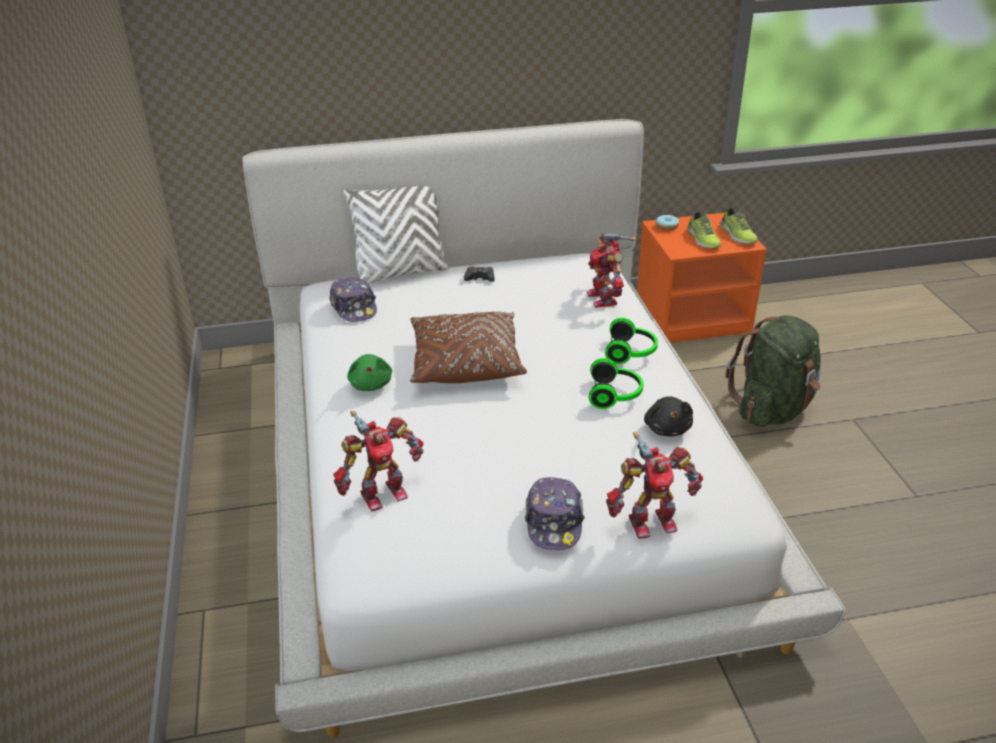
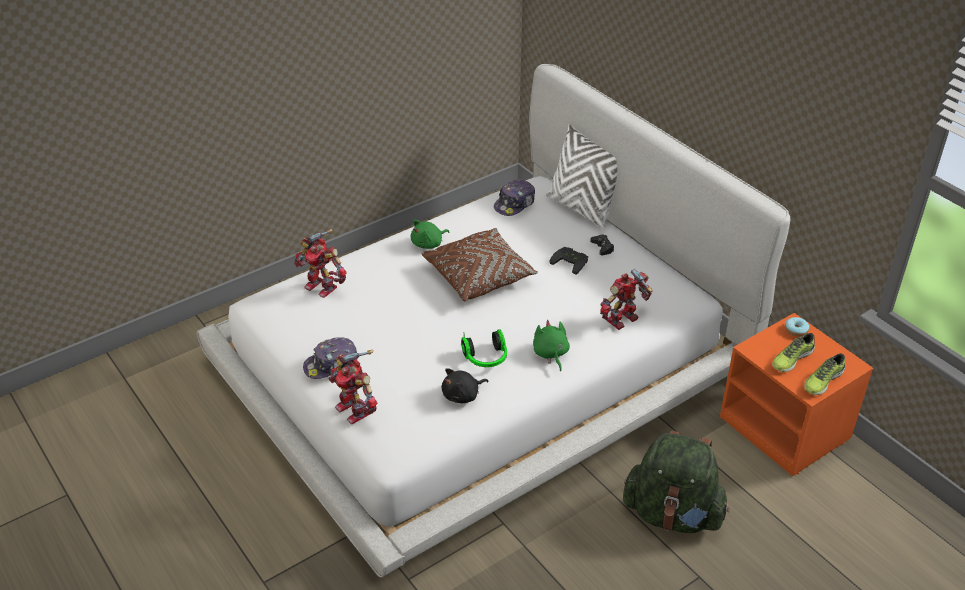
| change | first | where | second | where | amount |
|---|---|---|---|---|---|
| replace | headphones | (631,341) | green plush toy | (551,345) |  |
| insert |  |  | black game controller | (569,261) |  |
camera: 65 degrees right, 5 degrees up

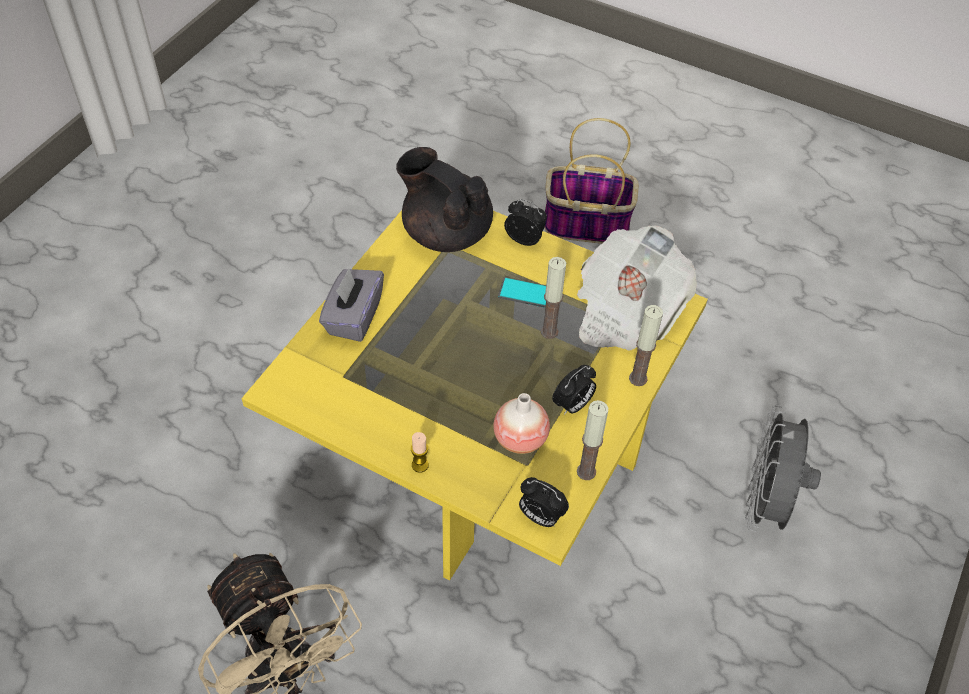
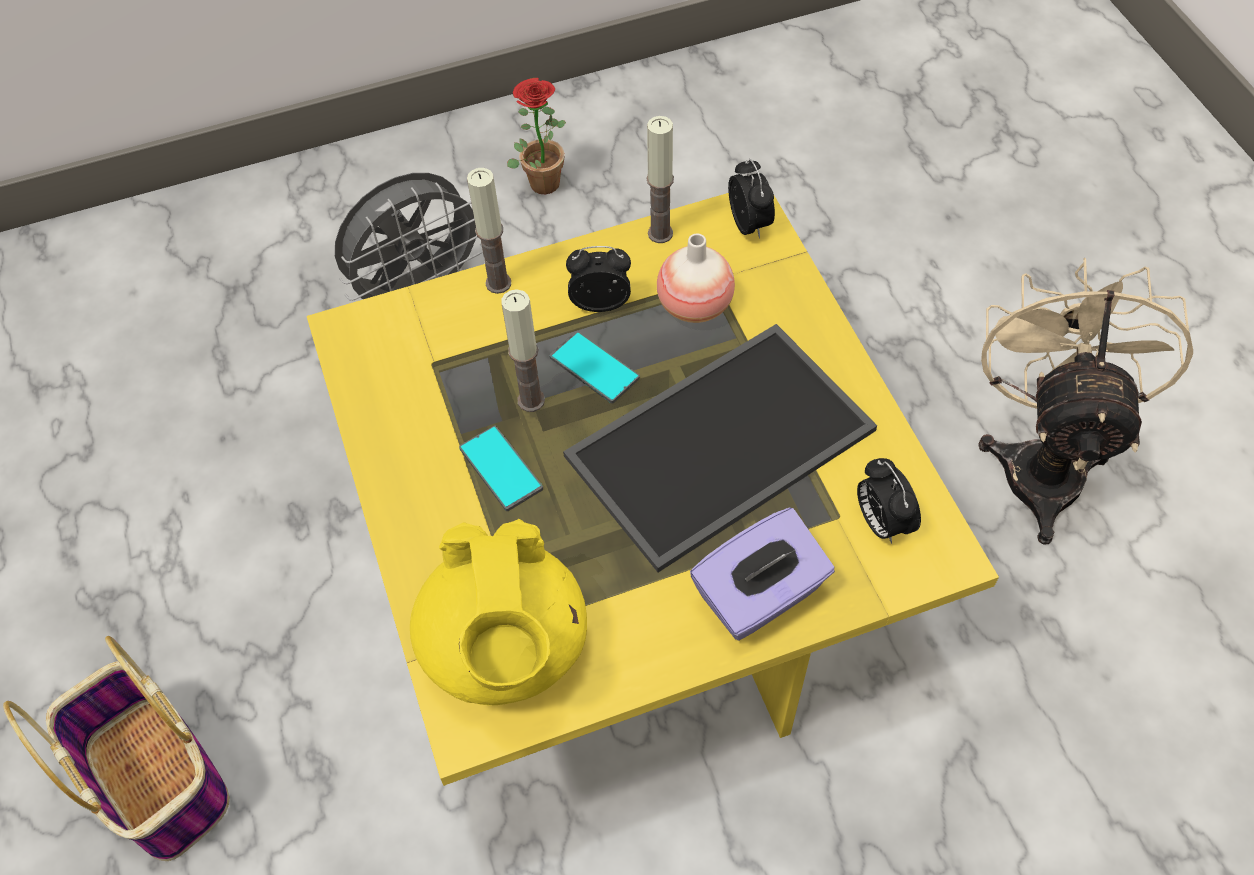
| change | first | where | second | where | amount |
|---|---|---|---|---|---|
| recolor | black teapot | (444,199) | yellow teapot | (498,612) |  |
| move | alarm clock | (525,223) |  | (889,501) |  |
| delete | newspaper | (637,287) |  |  |  |
| recolor | grey tissue box | (351,305) | purple tissue box | (762,574) |  |
| delete | candle | (420,452) |  |  |  |
| insert |  |  | potted plant | (536,136) |  |
| insert |  |  | tray | (720,448) |  |
| insert |  |  | phone | (594,367) |  |
camera: 135 degrees left, 5 degrees up

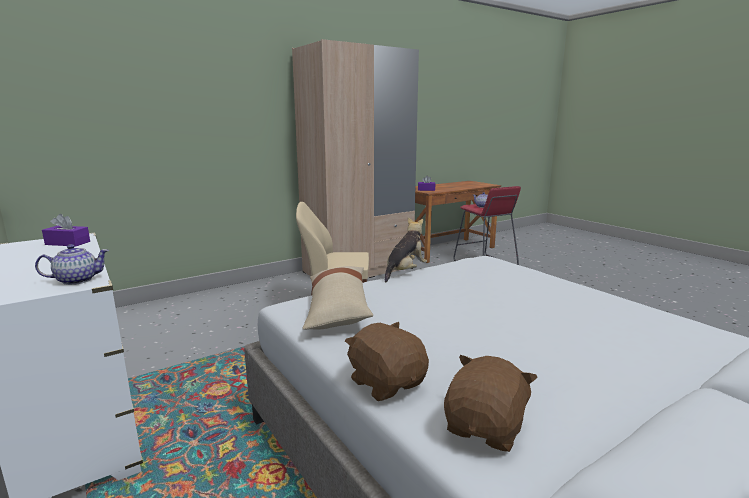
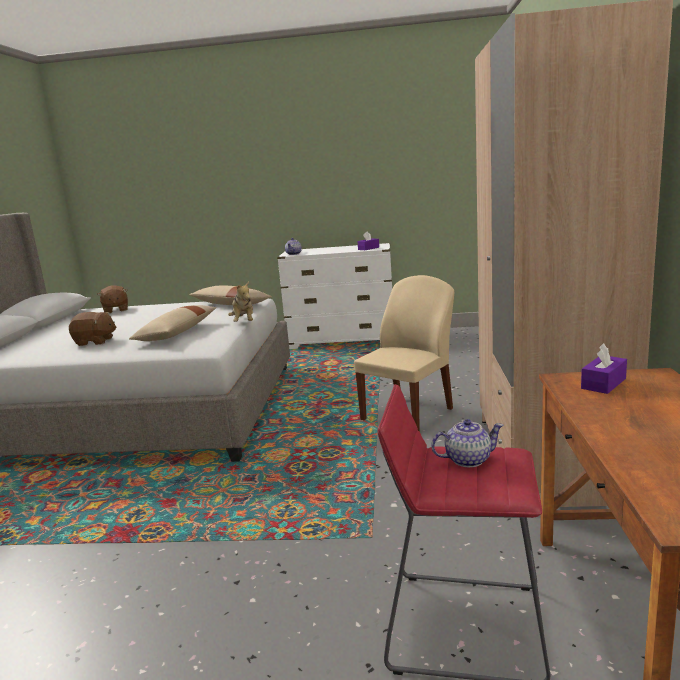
| change | first | where | second | where | amount |
|---|---|---|---|---|---|
| move | brown plush toy | (387,361) |  | (92,329) |  |
| insert |  |  | beige pillow | (172,323) |  |
camera: 130 degrees right, 0 degrees up

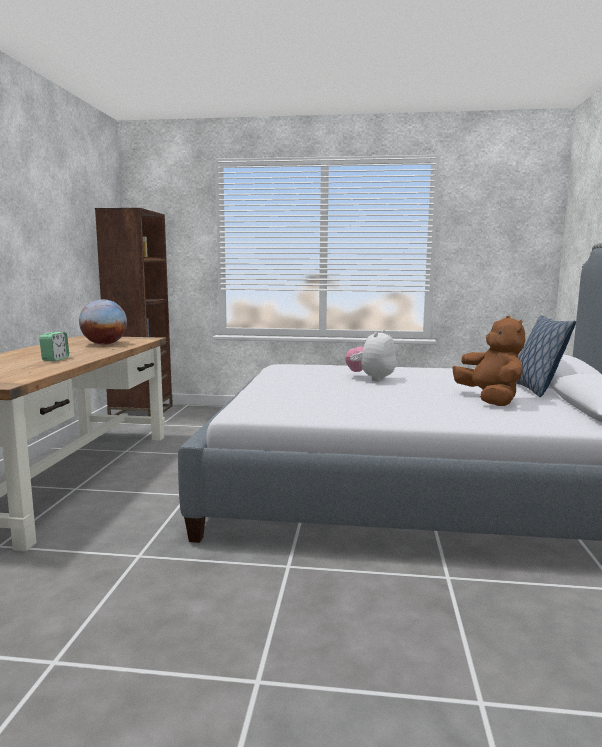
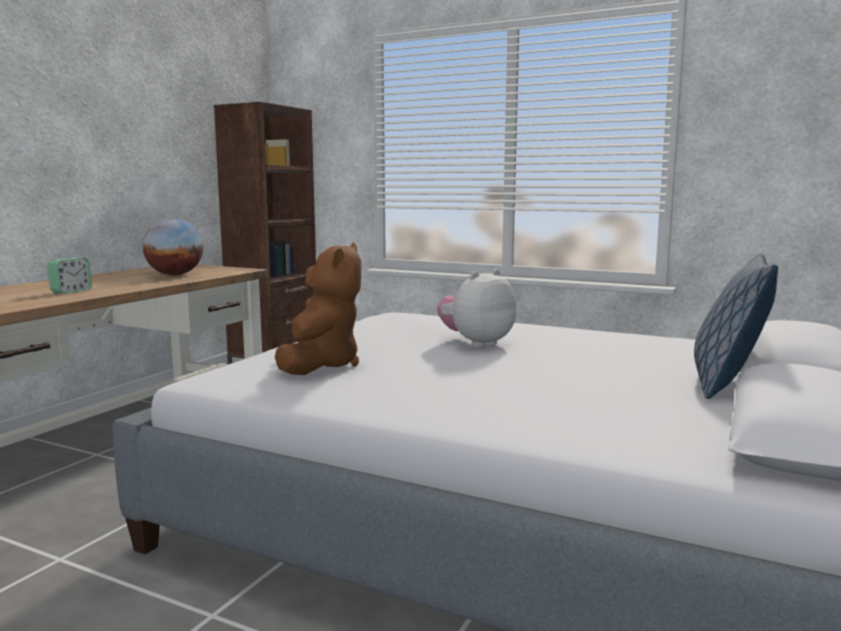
| change | first | where | second | where | amount |
|---|---|---|---|---|---|
| move | brown plush toy | (489,361) |  | (318,309) |  |
camera: 20 degrees right, 0 degrees up

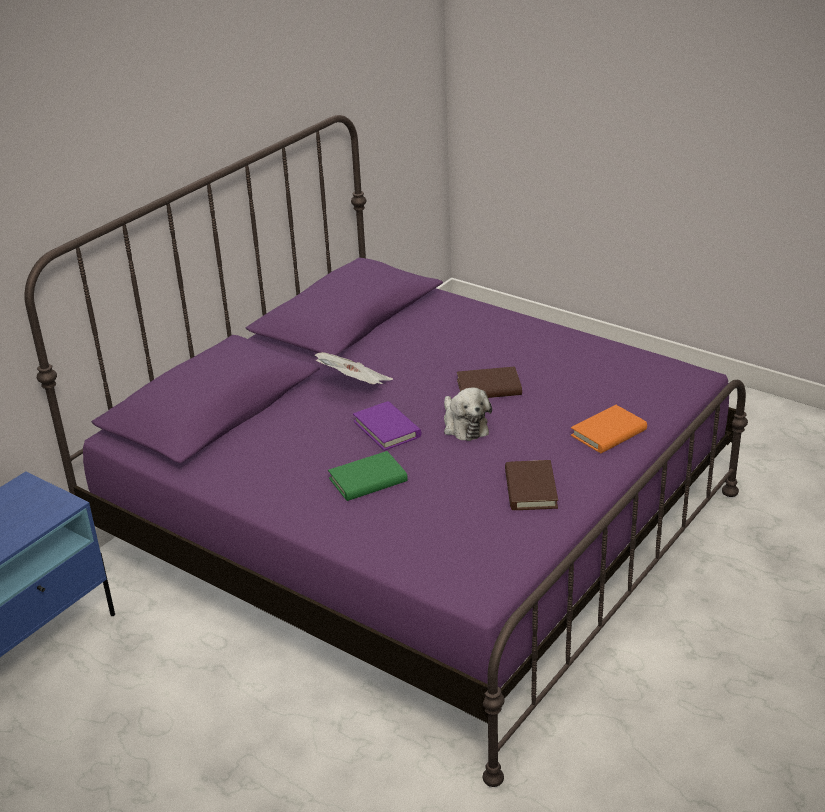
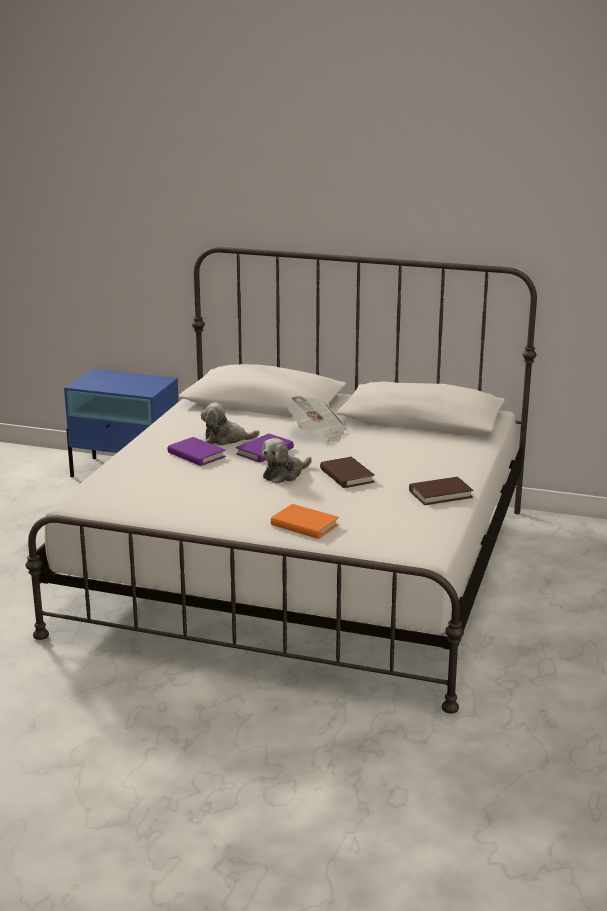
| change | first | where | second | where | amount |
|---|---|---|---|---|---|
| recolor | purple bed | (386,451) | white bed | (281,480) |  |
| recolor | green book | (368,476) | purple book | (197,451) |  |
| move | brown book | (531,485) |  | (441,491) |  |
| insert |  |  | plush toy | (230,424) |  |
camera: 70 degrees right, 10 degrees down

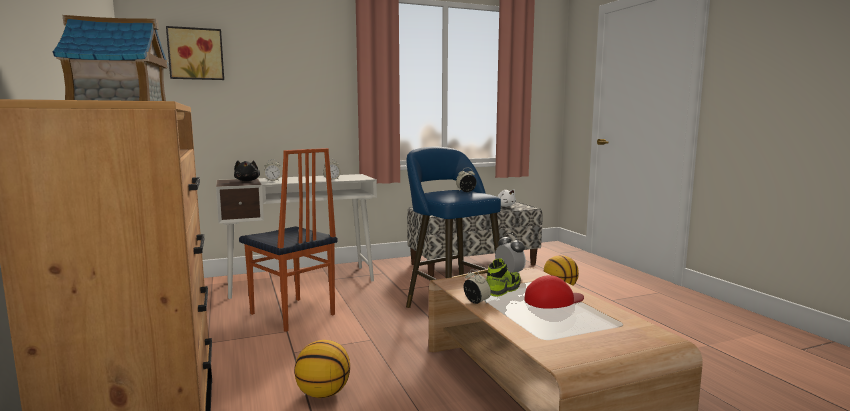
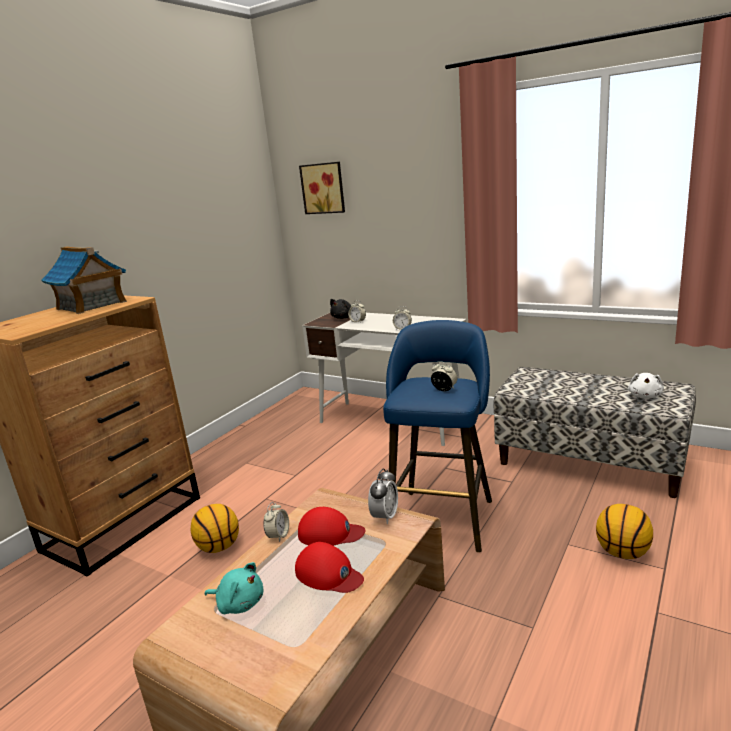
| change | first | where | second | where | amount |
|---|---|---|---|---|---|
| delete | chair | (288,240) |  |  |  |
| replace | shoe | (503,277) | red cap | (332,526) |  |
| insert |  |  | turquoise plush toy | (233,588) |  |
camera: 55 degrees right, 10 degrees up

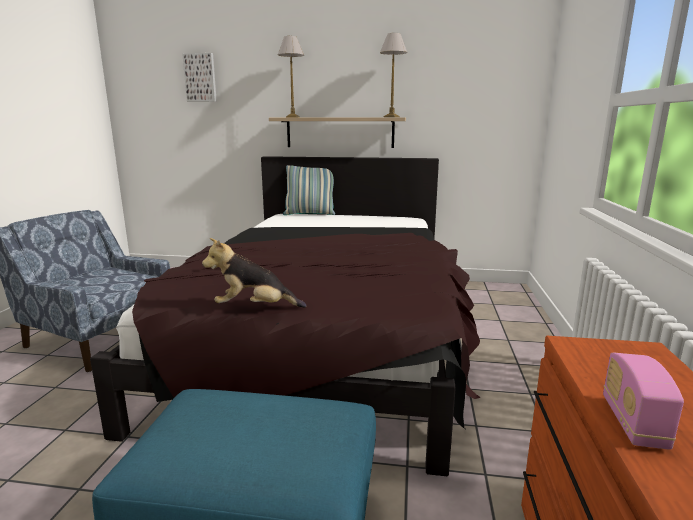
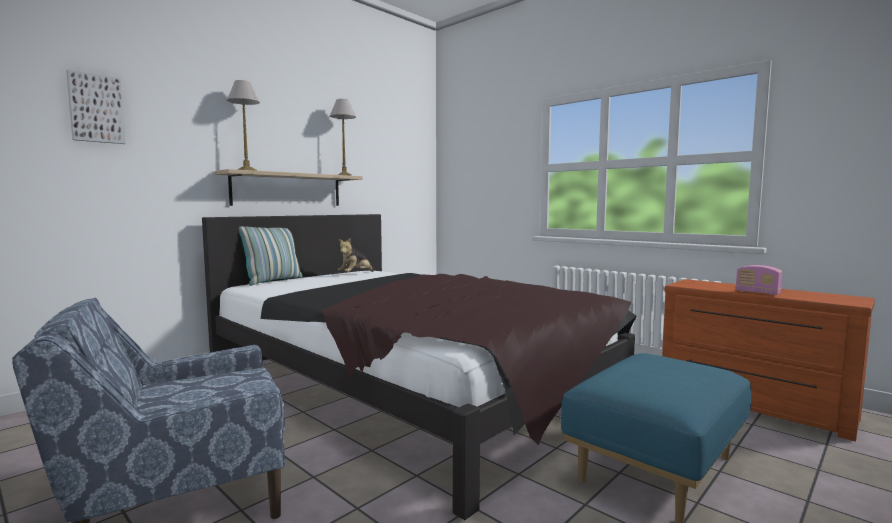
| change | first | where | second | where | amount |
|---|---|---|---|---|---|
| move | plush toy | (254,273) |  | (355,255) |  |
camera: 55 degrees left, 10 degrees down

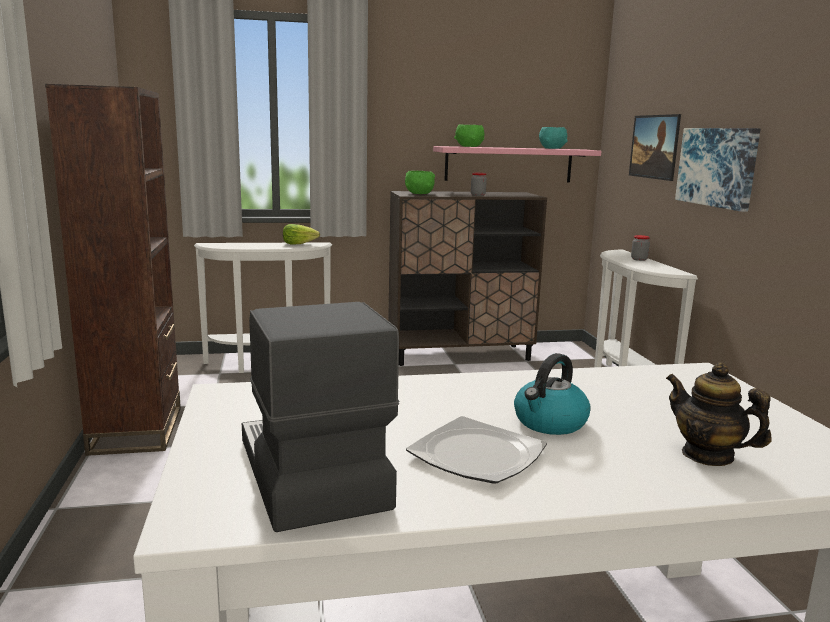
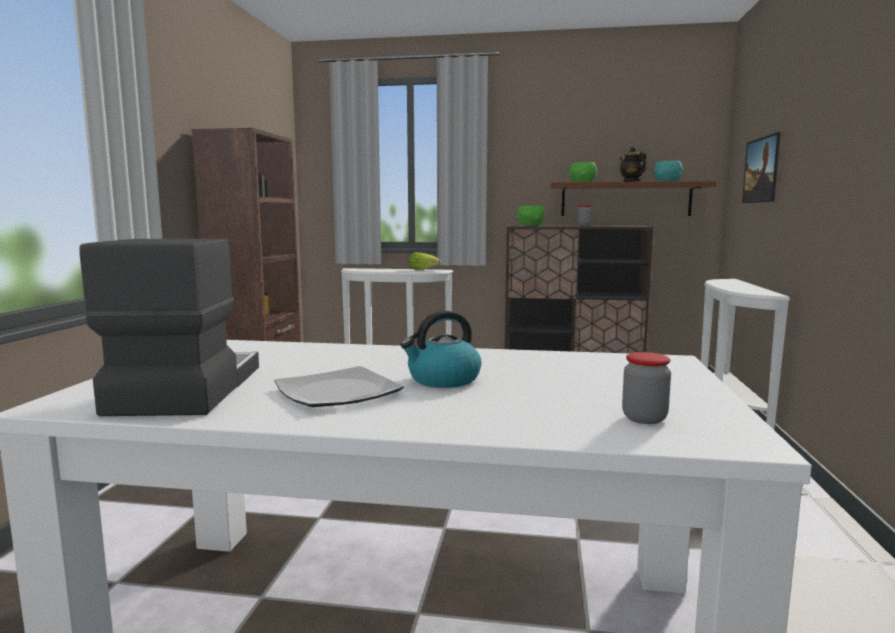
| change | first | where | second | where | amount |
|---|---|---|---|---|---|
| delete | picture | (718,170) |  |  |  |
| recolor | pink shelf | (517,164) | brown shelf | (633,198) |  |
| move | jar | (640,248) |  | (646,388) |  |
| move | teapot | (719,414) |  | (633,164) |  |
camera: 20 degrees right, 5 degrees down

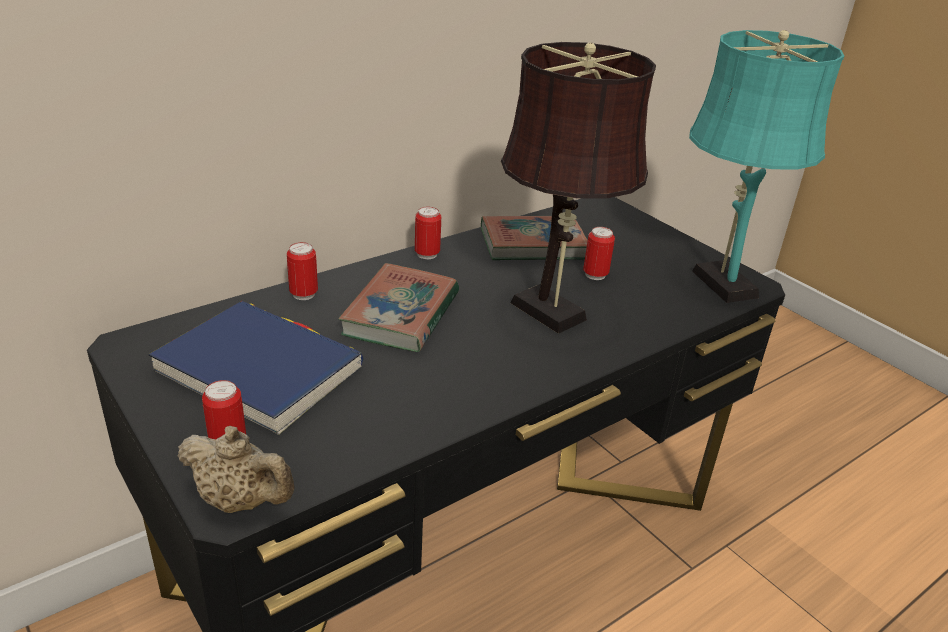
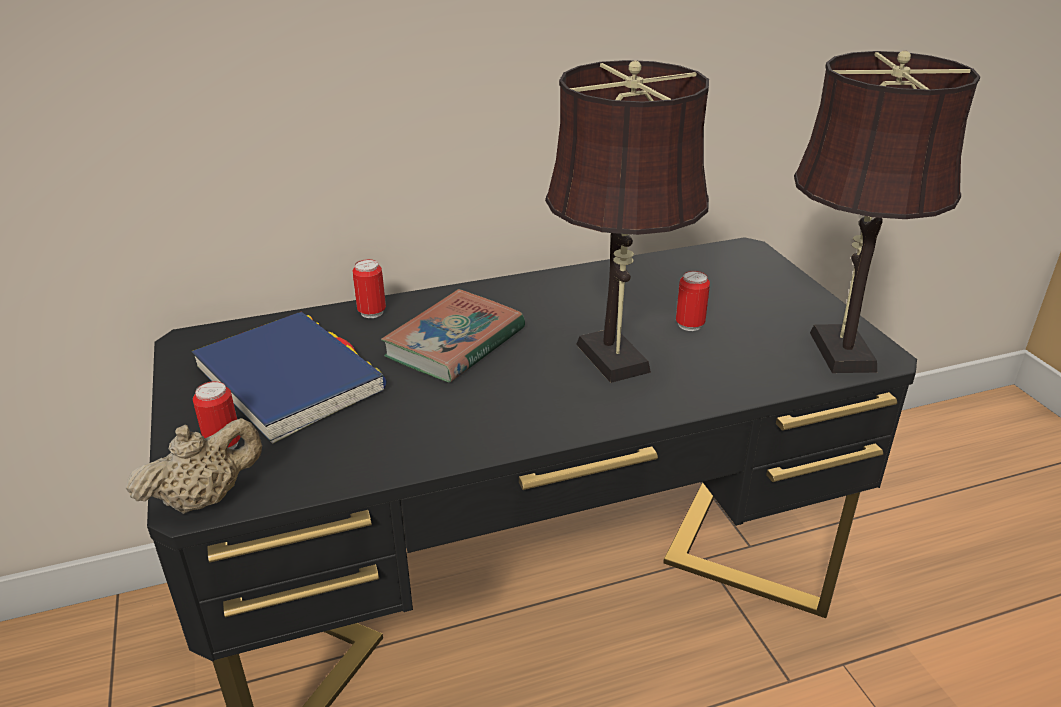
| change | first | where | second | where | amount |
|---|---|---|---|---|---|
| recolor | turquoise table lamp | (766,166) | brown table lamp | (887,212) |  |
| delete | can | (428,233) |  |  |  |
| delete | book | (534,238) |  |  |  |
| rotate | beige teapot | (236,469) |  | (194,466) | 75 degrees counterclockwise |
camera: 20 degrees right, 0 degrees up

